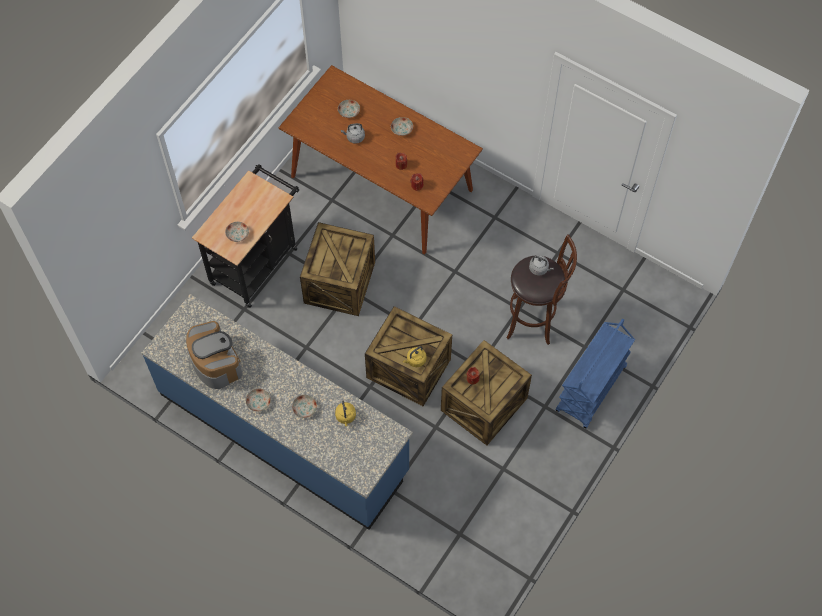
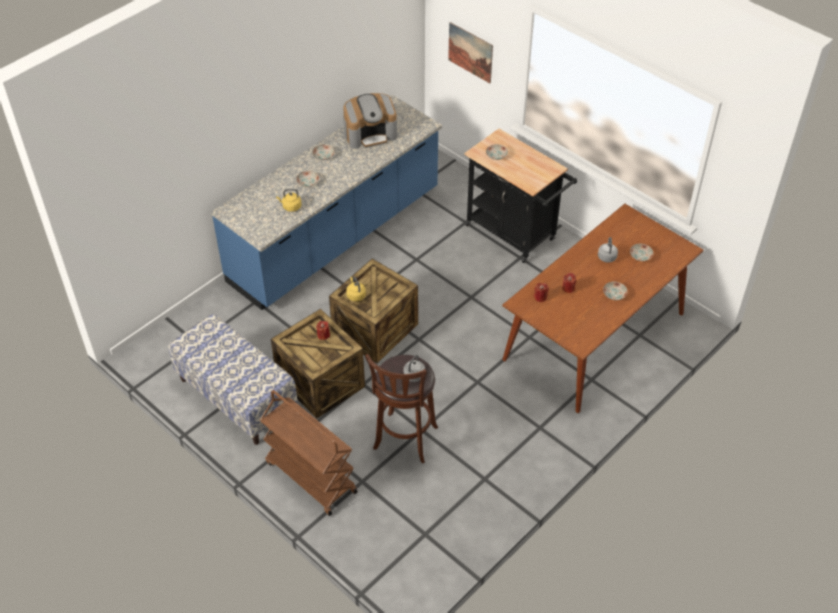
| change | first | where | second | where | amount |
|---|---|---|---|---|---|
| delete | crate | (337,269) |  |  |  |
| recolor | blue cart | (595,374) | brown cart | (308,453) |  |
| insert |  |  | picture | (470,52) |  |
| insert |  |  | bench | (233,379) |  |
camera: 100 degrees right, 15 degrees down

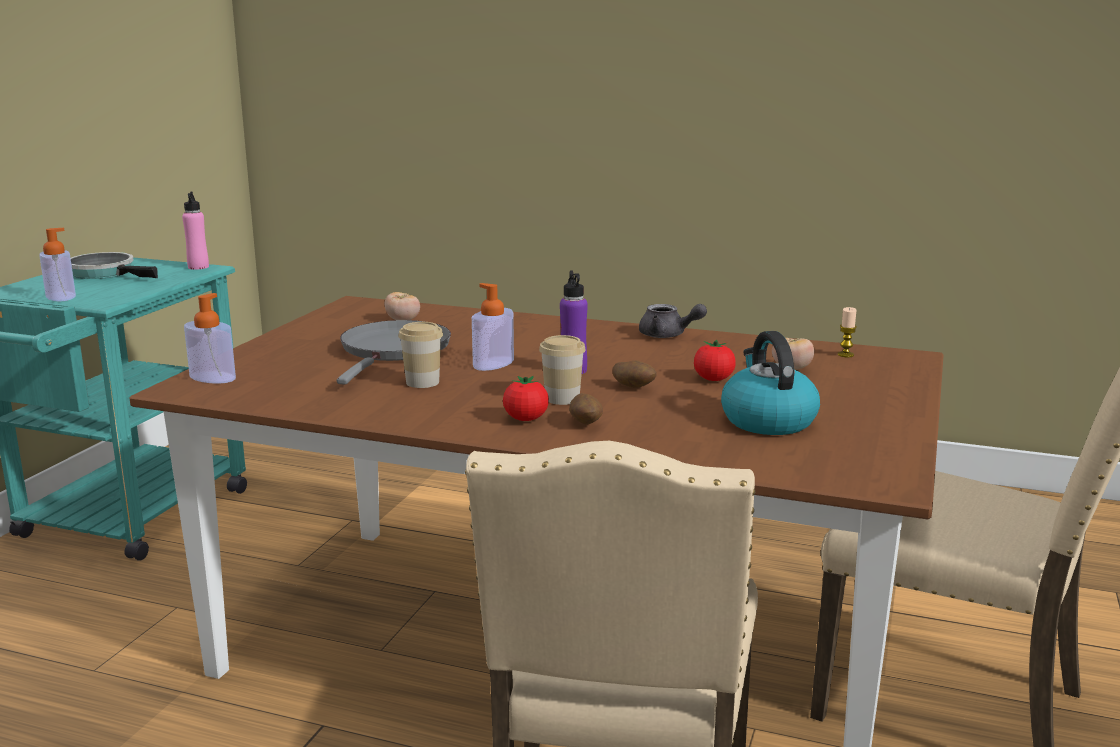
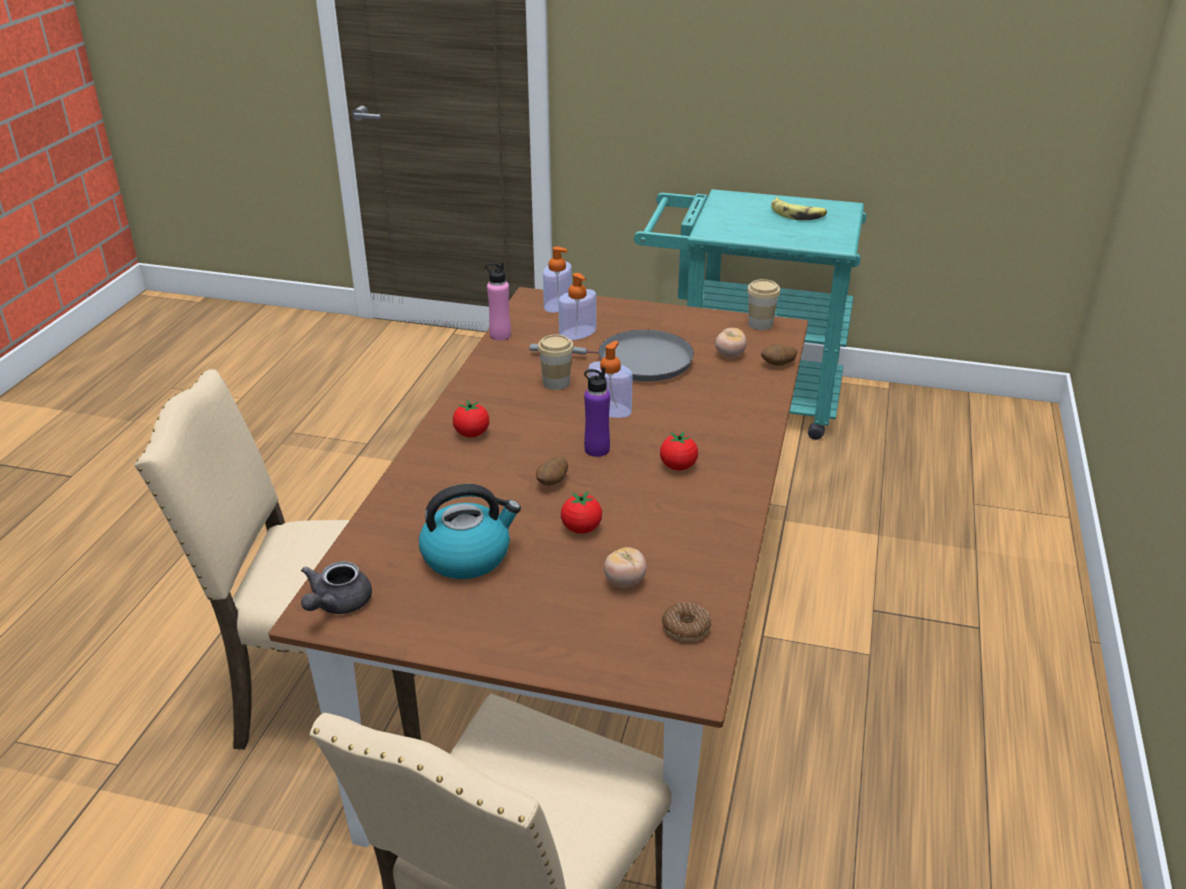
| change | first | where | second | where | amount |
|---|---|---|---|---|---|
| move | pink bottle | (195,231) |  | (498,301) |  |
| move | soap dispenser | (57,264) |  | (577,306) |  |
| replace | frying pan | (114,265) | banana | (799,208) |  |
| move | grey teapot | (673,321) |  | (336,587) |  |
| replace | candle | (847,332) | donut | (686,621) |  |
| move | cup | (562,370) |  | (763,304) |  |
| move | potato | (586,409) |  | (779,355) |  |
| insert |  |  | tomato | (679,450) |  |
camera: 85 degrees right, 15 degrees up

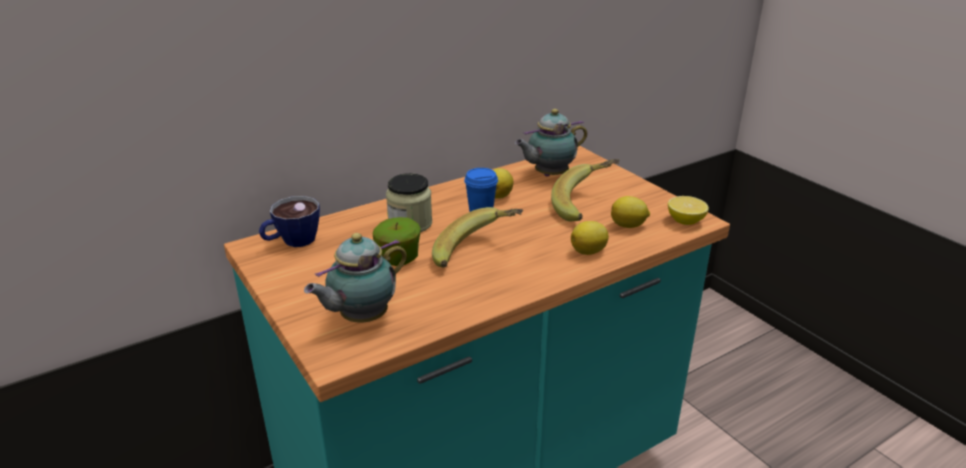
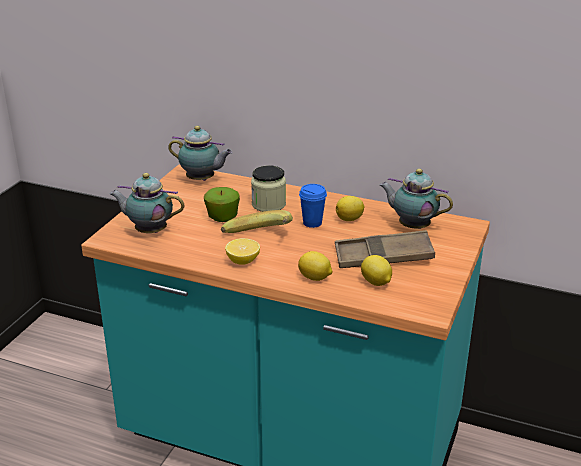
| change | first | where | second | where | amount |
|---|---|---|---|---|---|
| replace | banana | (585,190) | brown tray | (385,249) |  |
| replace | cup | (289,221) | teapot | (200,153) |  |
| move | lemon | (688,210) |  | (242,251) |  |
camera: 55 degrees right, 0 degrees up

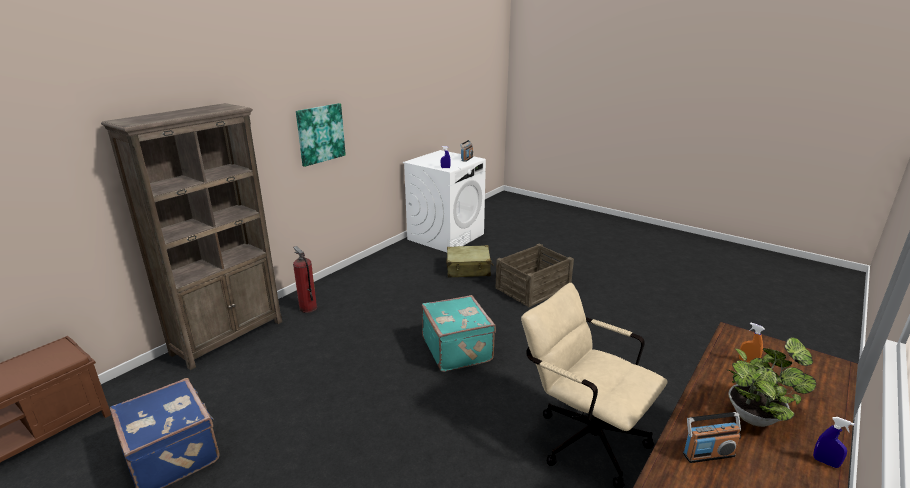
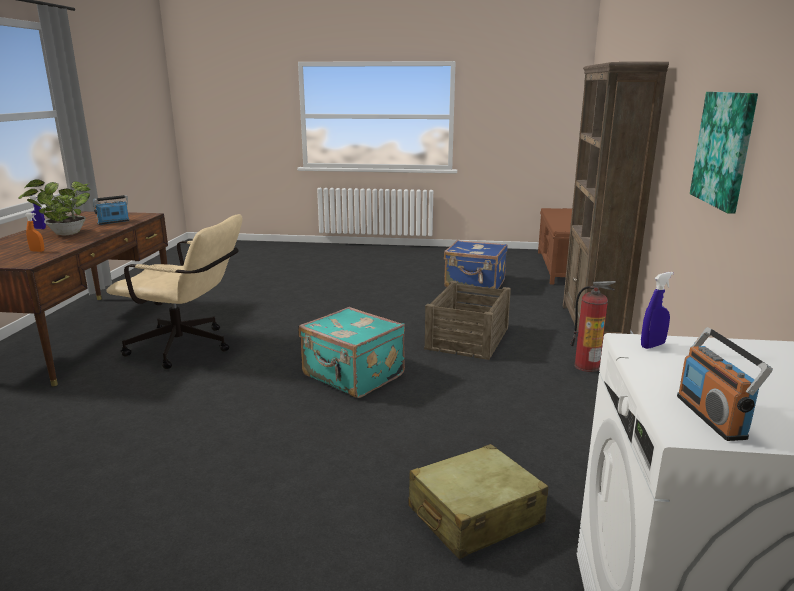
| change | first | where | second | where | amount |
|---|---|---|---|---|---|
| move | crate | (534,275) |  | (467,320) |  |
camera: 150 degrees right, 5 degrees down

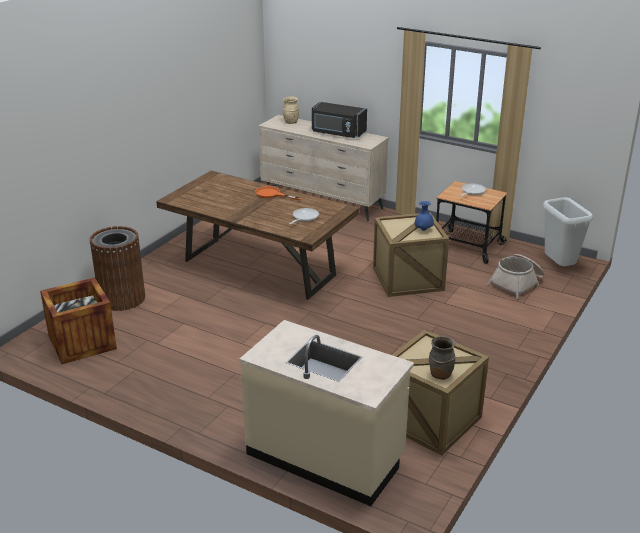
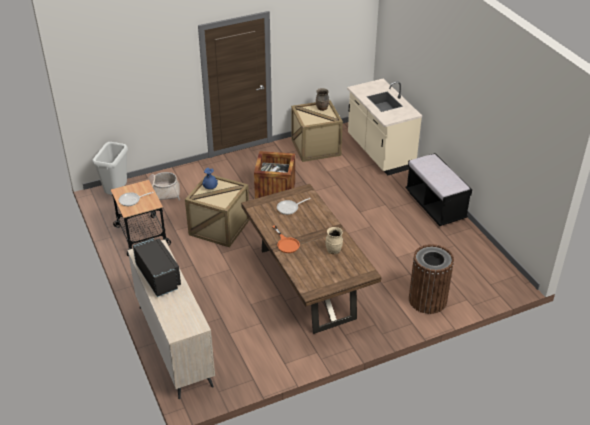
| change | first | where | second | where | amount |
|---|---|---|---|---|---|
| move | beige vase | (291,110) |  | (334,240) |  |
| move | crate | (78,321) |  | (274,175) |  |
| insert |  |  | black bench | (439,189) |  |
camera: 145 degrees left, 10 degrees up

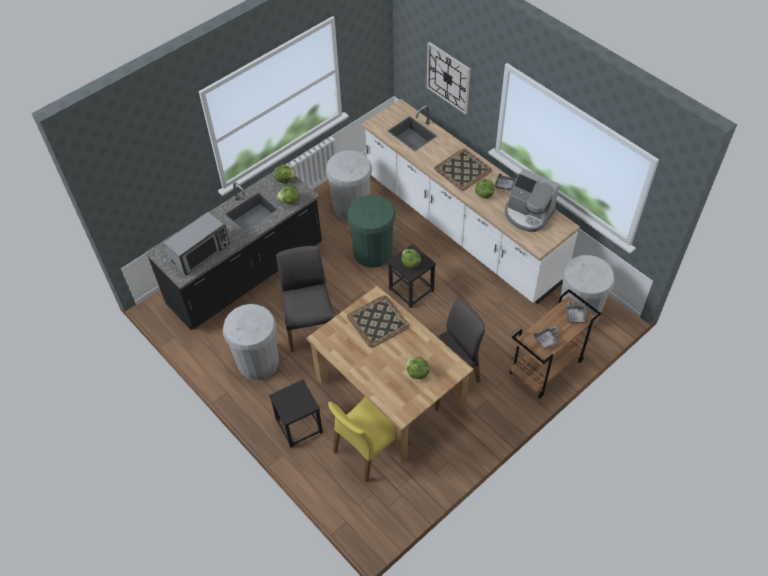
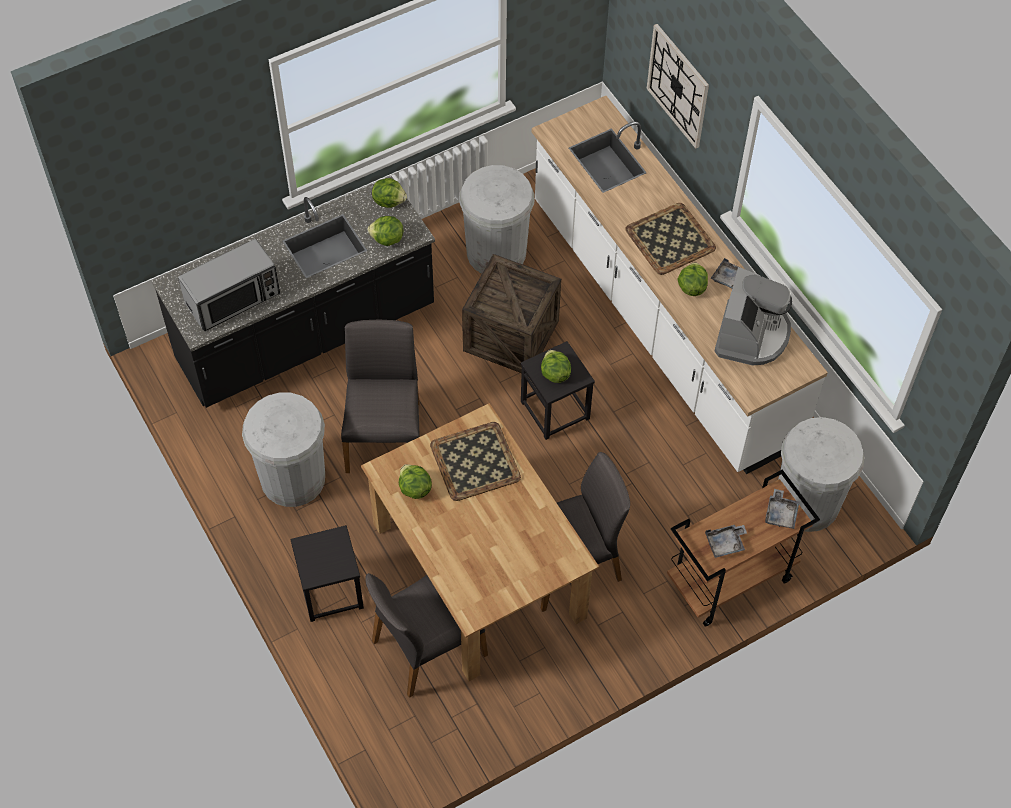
| change | first | where | second | where | amount |
|---|---|---|---|---|---|
| rotate | coffee machine | (532,200) |  | (753,316) | 120 degrees counterclockwise |
| replace | green trash can | (371,231) | crate | (511,313) |  |
| move | lettuce | (418,368) |  | (415,481) |  |
| recolor | yellow chair | (369,439) | grey chair | (426,635) |  |
camera: 10 degrees right, 5 degrees up

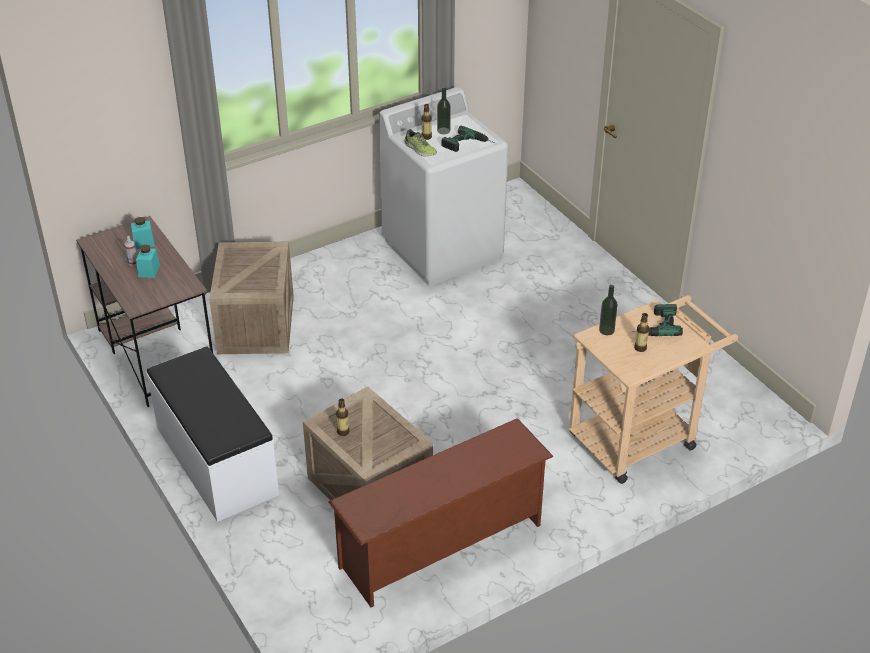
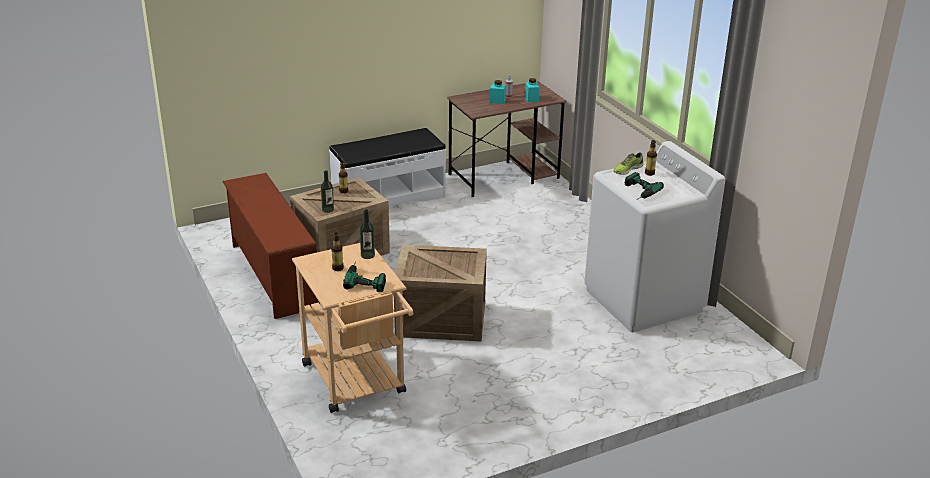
| change | first | where | second | where | amount |
|---|---|---|---|---|---|
| move | bottle | (444,111) |  | (327,191) |  |
| move | crate | (251,298) |  | (440,293) |  |
camera: 95 degrees right, 10 degrees down

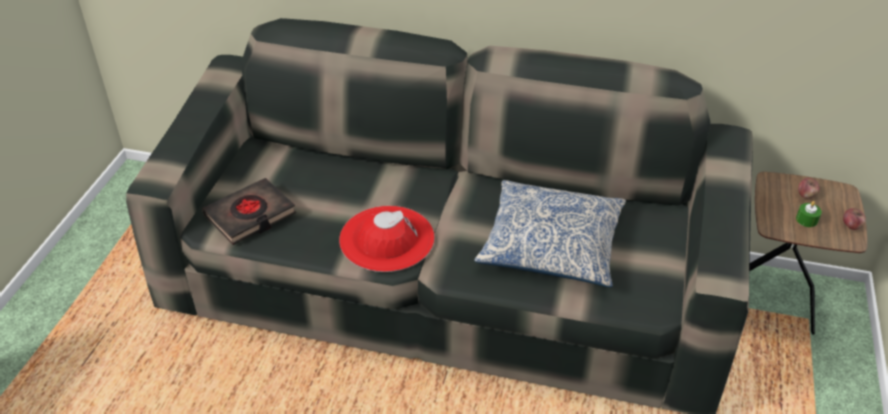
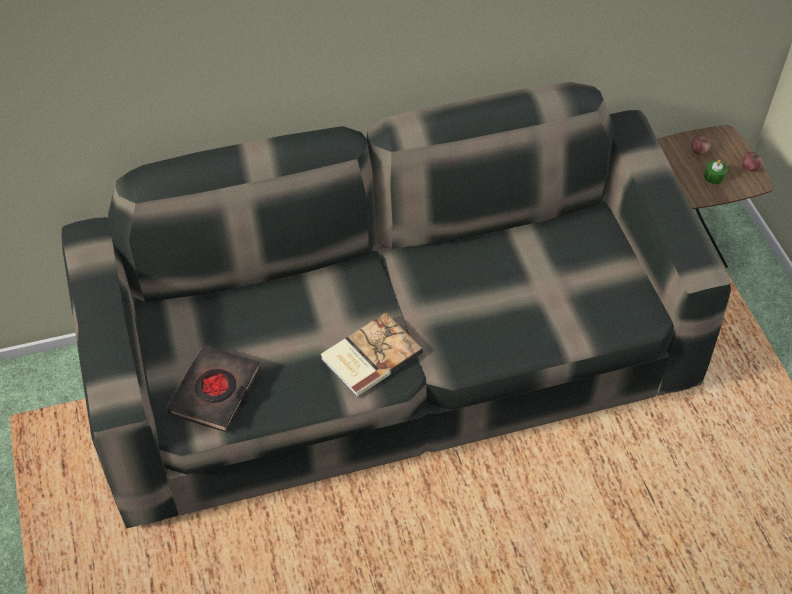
| change | first | where | second | where | amount |
|---|---|---|---|---|---|
| delete | pillow | (550,233) |  |  |  |
| replace | red hat | (387,239) | book | (371,355) |  |
camera: 30 degrees left, 10 degrees up

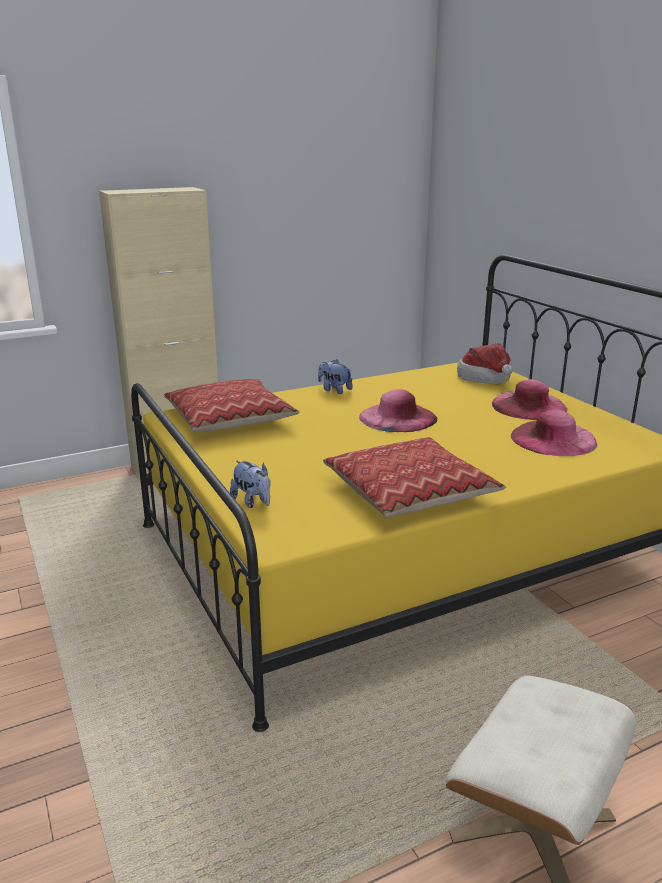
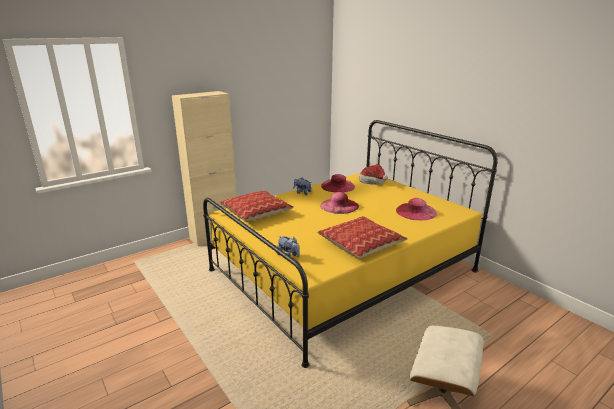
| change | first | where | second | where | amount |
|---|---|---|---|---|---|
| move | pink hat | (530,400) |  | (338,183) |  |
camera: 10 degrees left, 0 degrees up

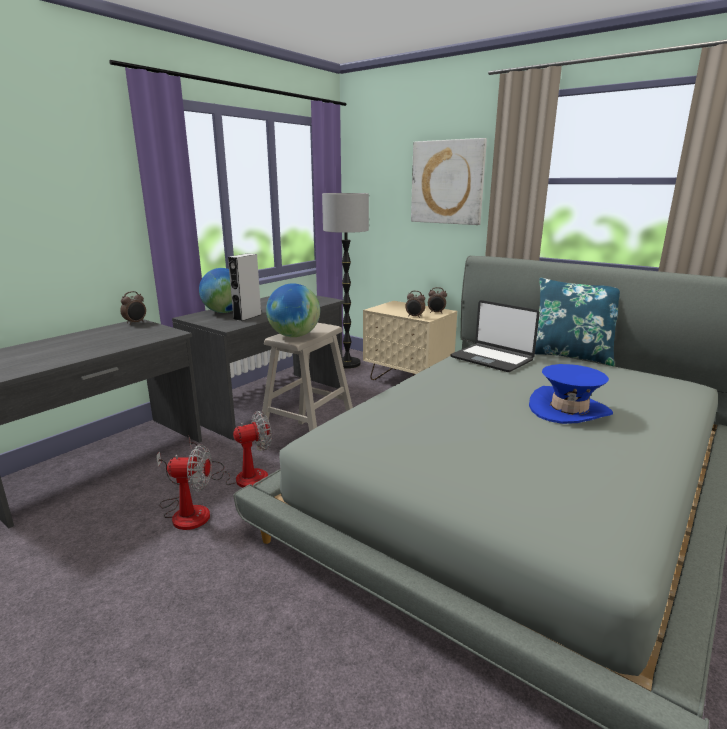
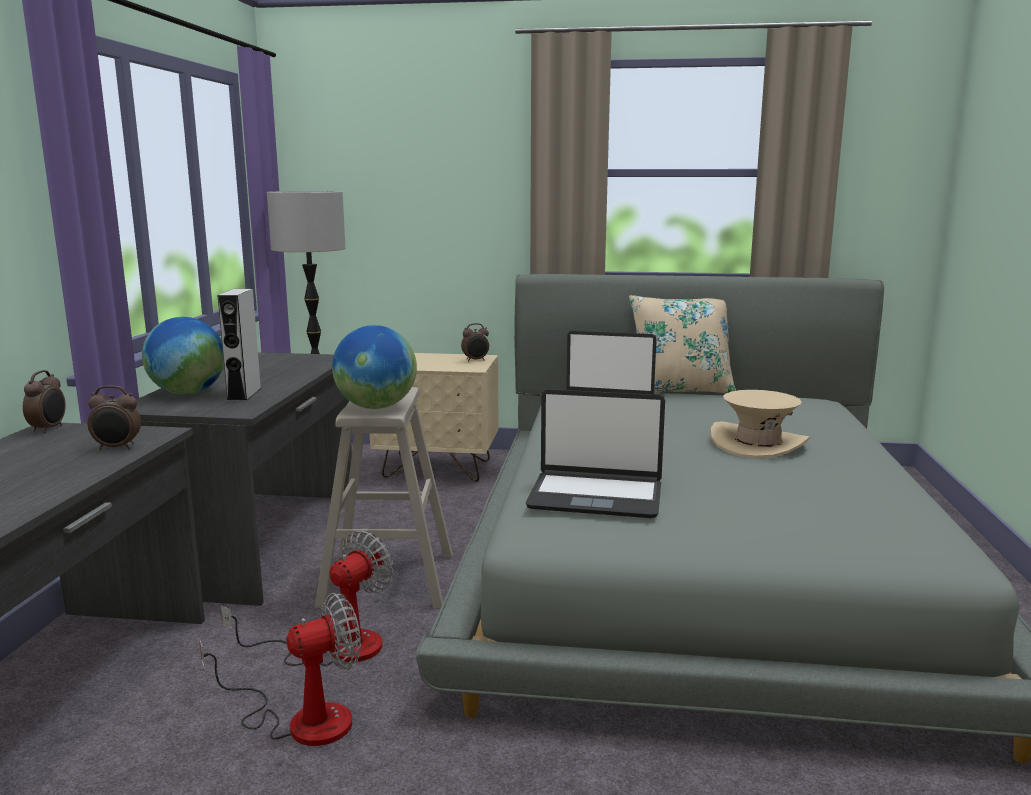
| change | first | where | second | where | amount |
|---|---|---|---|---|---|
| delete | picture | (449,181) |  |  |  |
| recolor | blue pillow | (577,322) | beige pillow | (682,344) |  |
| move | alarm clock | (415,304) |  | (114,418) |  |
| recolor | blue hat | (571,394) | beige hat | (760,424) |  |
| insert |  |  | laptop | (595,453) |  |
camera: 30 degrees left, 5 degrees down

